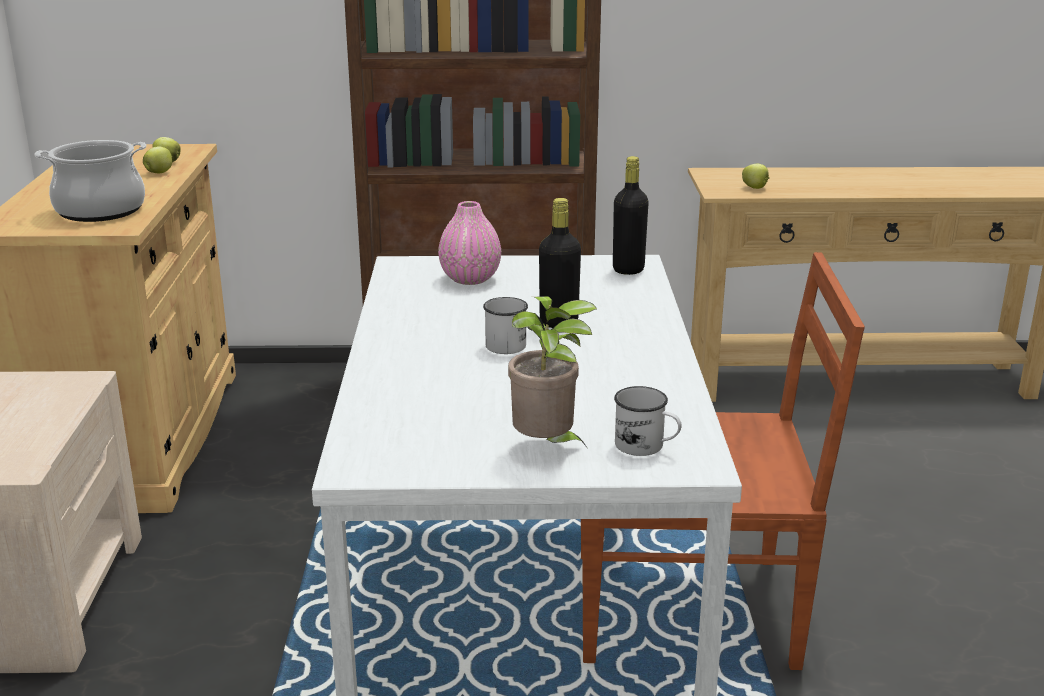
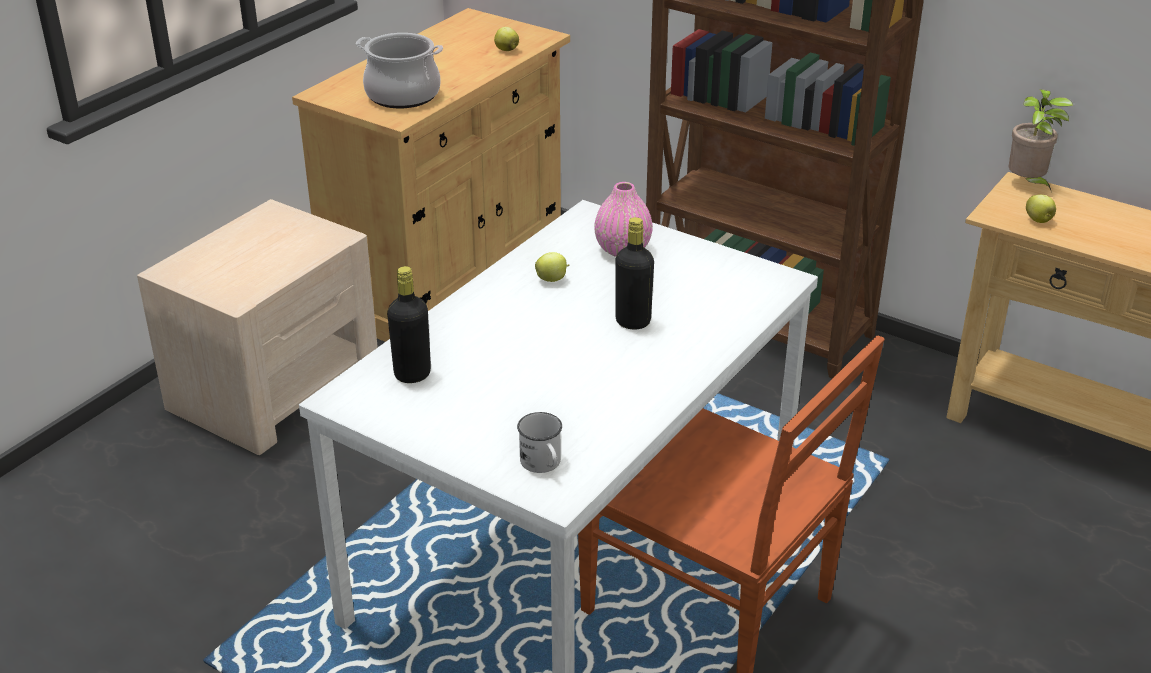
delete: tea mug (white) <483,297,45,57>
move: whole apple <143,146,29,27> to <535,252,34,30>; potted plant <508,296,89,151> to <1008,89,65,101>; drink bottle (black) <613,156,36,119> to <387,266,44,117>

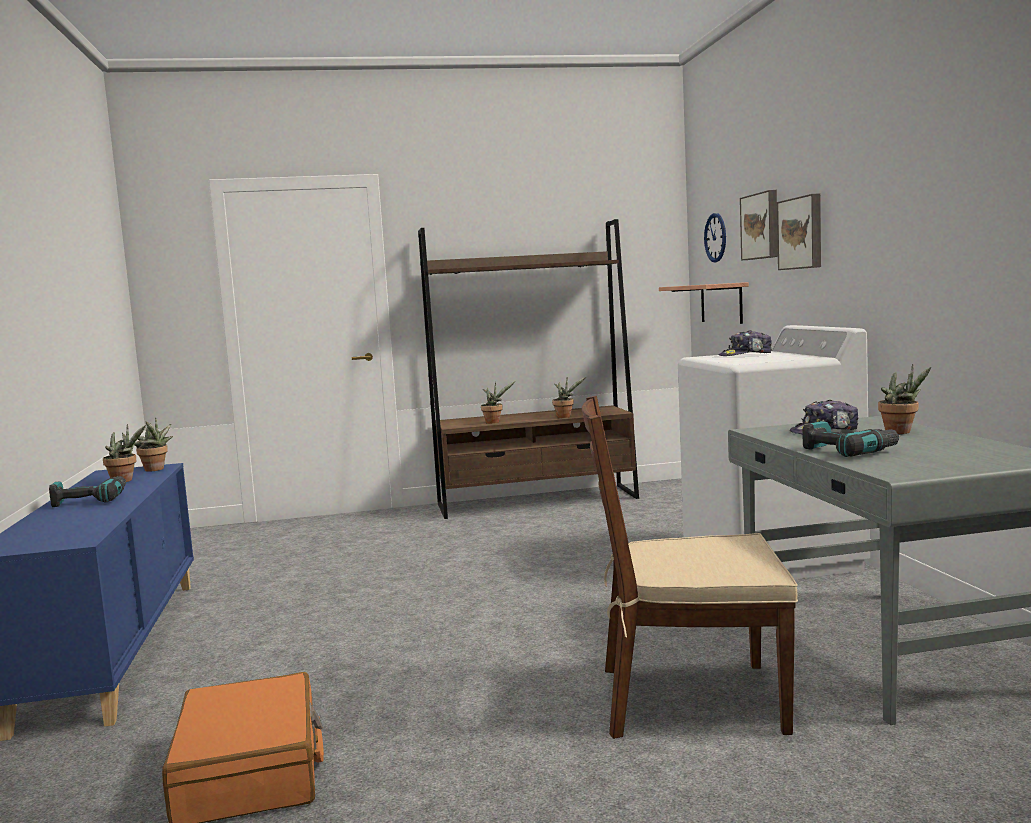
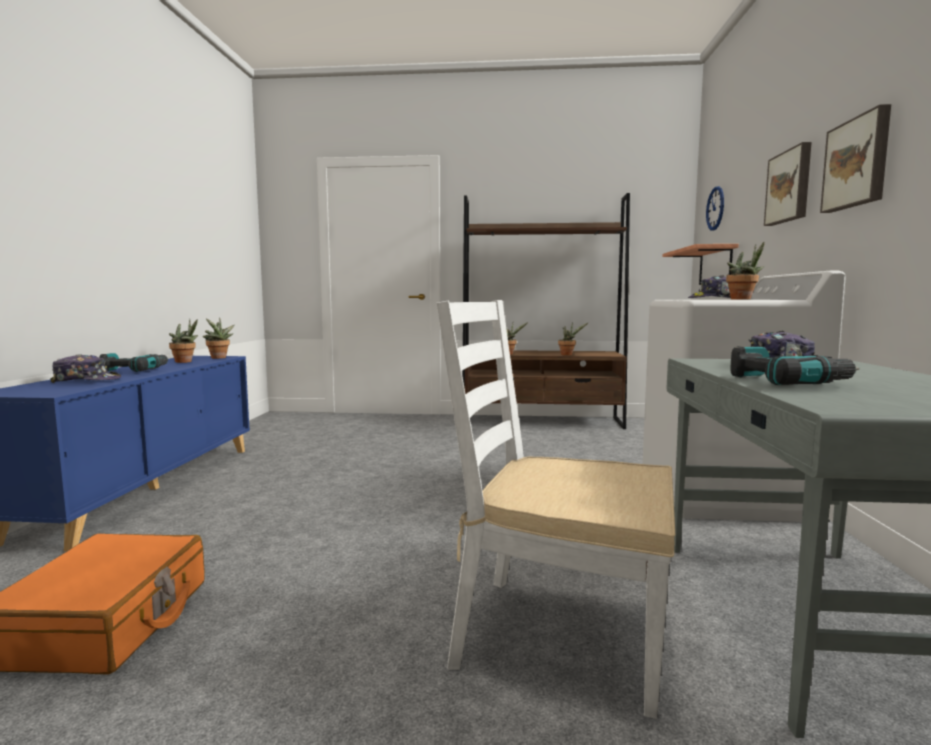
insert: cap <50,354,71,29>
move: wall picture <740,190,38,70> to <820,104,71,109>; potted plant <878,364,53,70> to <726,242,38,57>
recolor: upright chair (brown-coloured) <581,396,217,343> to upright chair (white) <436,300,239,419>

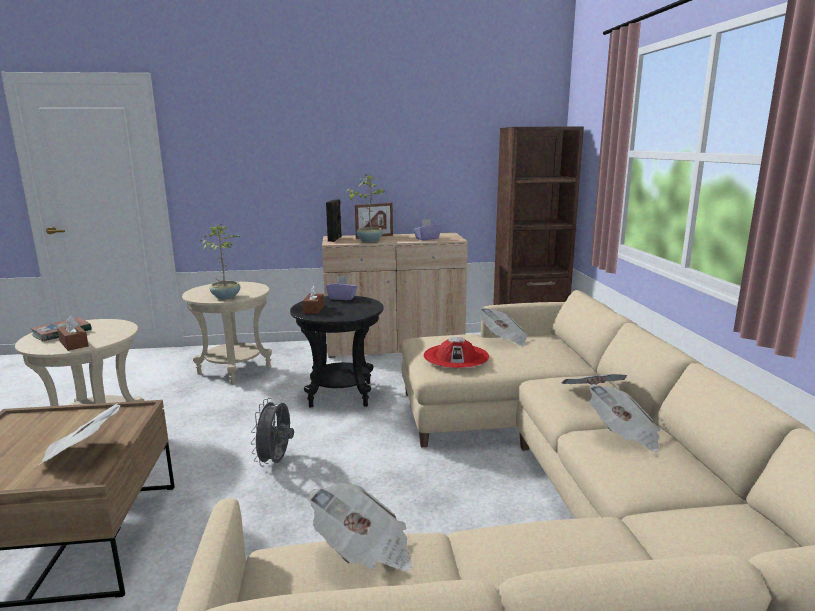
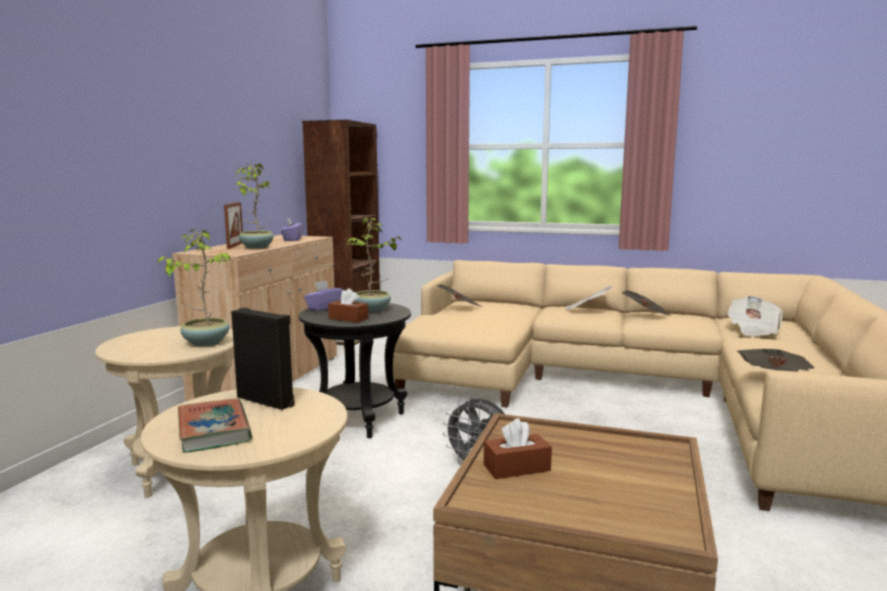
delete: clothing hat (red-coloured) <424,337,65,31>
insert: potted plant <347,218,54,94>
move: daily paper <38,403,82,62> to <727,296,56,41>; box of tissues (brown-coloured) <57,316,32,35> to <484,418,68,61>; loudspeaker (black) <326,199,16,43> to <231,307,63,103>

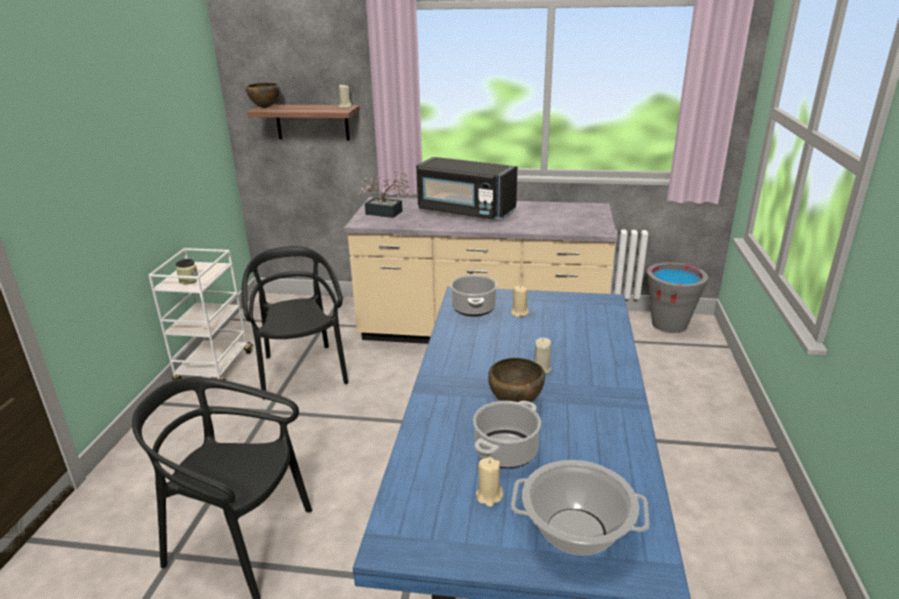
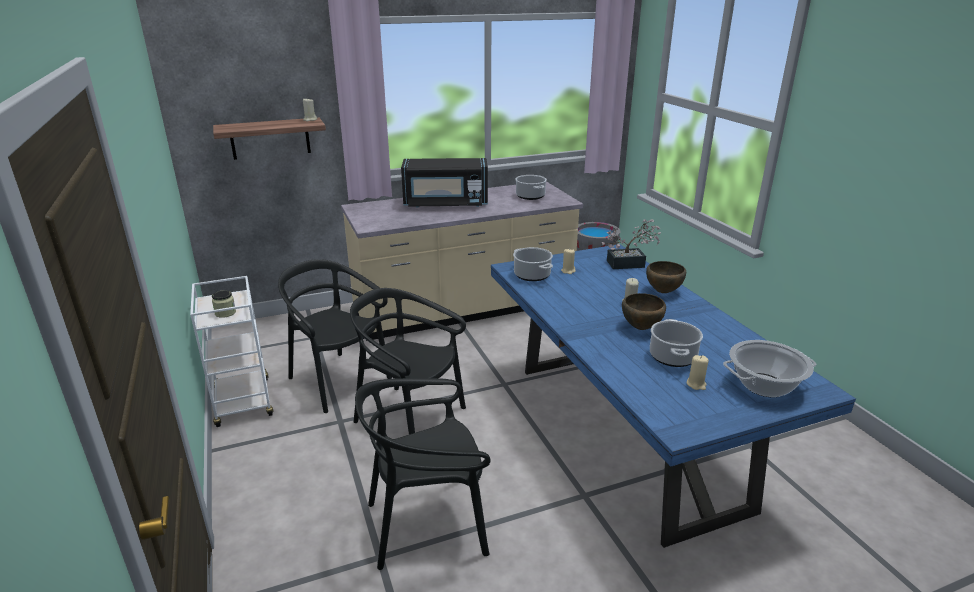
insert: upright chair (black) <350,288,116,146>; saucepot <515,175,32,25>
move: bowl (brown-coloured) <246,83,34,25> to <646,261,40,32>; potted plant <357,171,54,47> to <602,219,59,50>

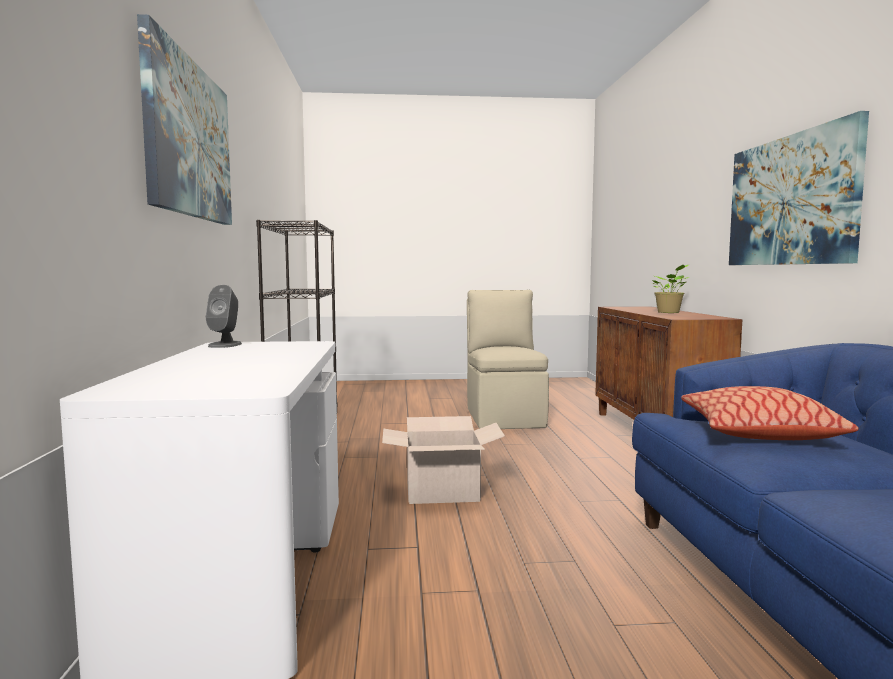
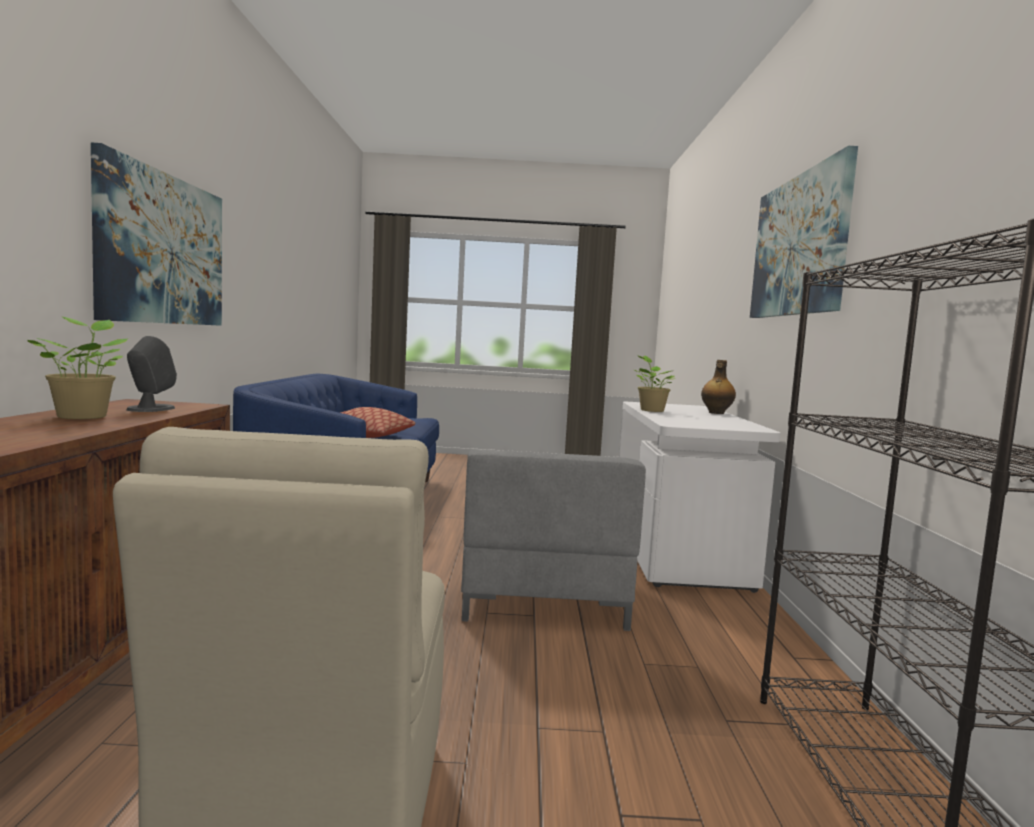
insert: potted plant <635,355,40,57>; drink bottle <701,360,35,54>
move: loudspeaker (greyish) <206,285,36,63> to <126,336,51,76>
replace: carton <382,416,123,88> to lounge chair (greyish) <461,450,185,181>

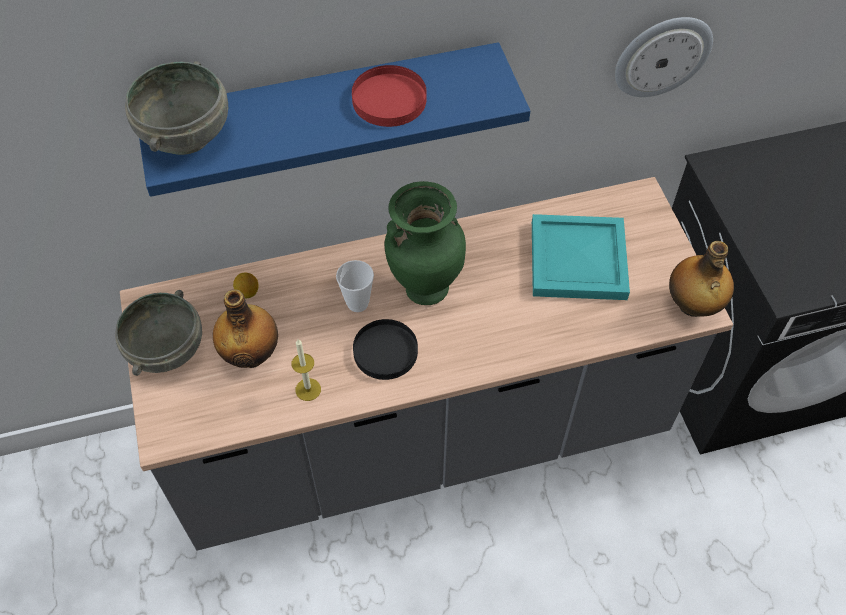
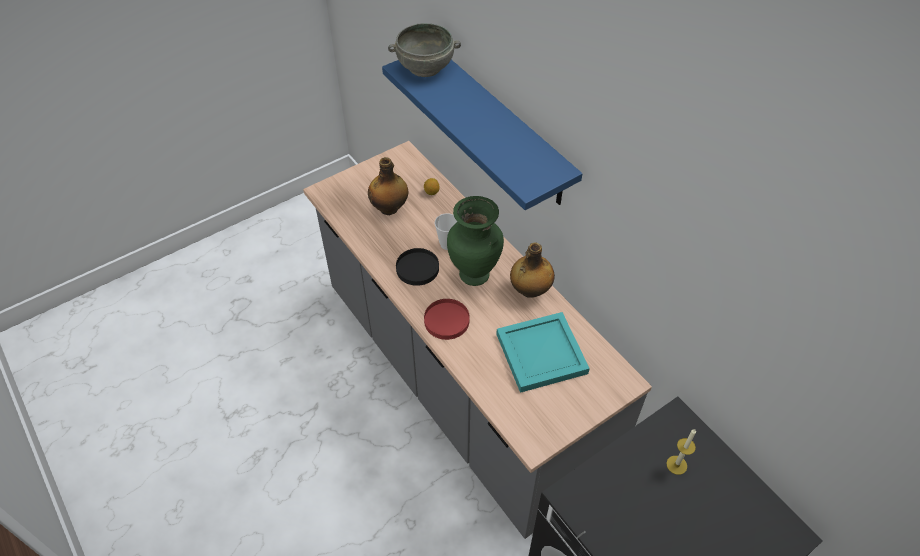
delete: bowl (greyish) <115,290,87,86>; wall clock <615,17,98,80>
move: candle <292,339,29,62> to <666,429,30,46>; flat dish (red-coloured) <352,65,74,62> to <424,299,46,41>; drink bottle <669,241,65,76> to <510,242,45,56>

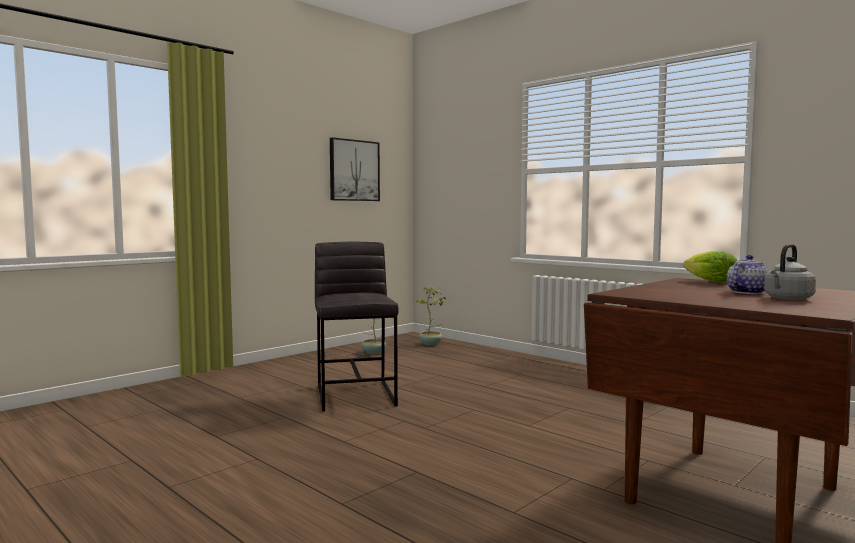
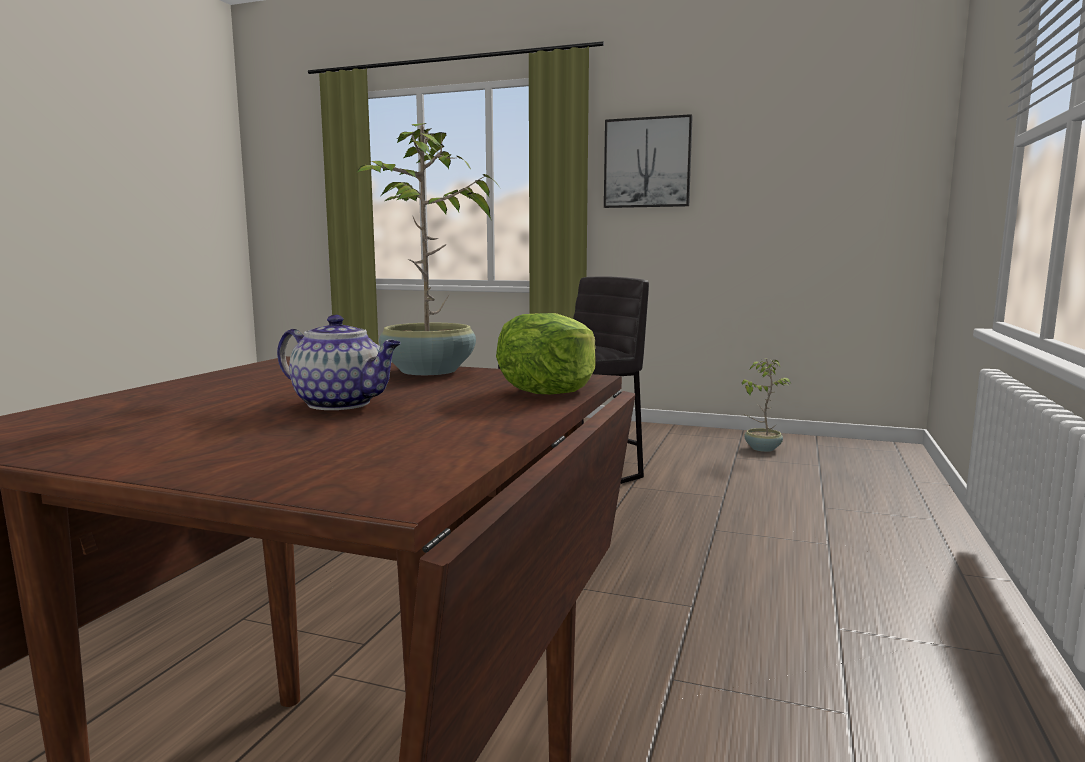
delete: kettle (greyish) <764,244,52,56>
move: wall picture <330,137,50,64> to <604,114,89,94>; potted plant <416,286,30,59> to <356,123,143,252>

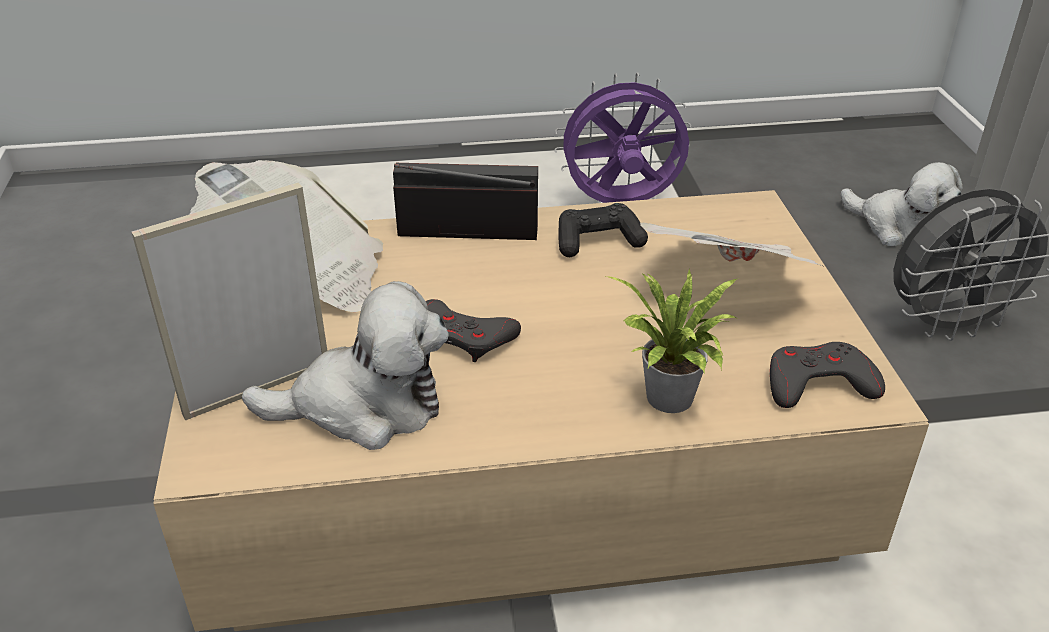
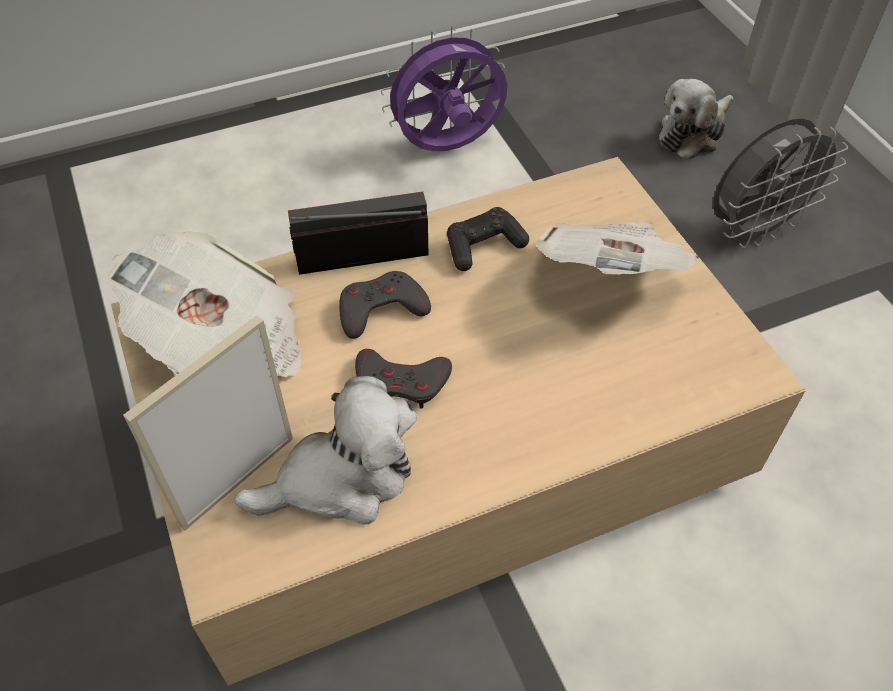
delete: potted plant <606,269,131,144>
move: game controller (greyish) <770,342,115,66> to <339,271,92,68>
rotate: plush toy <841,162,122,84> = <659,79,74,81> 105 degrees clockwise

